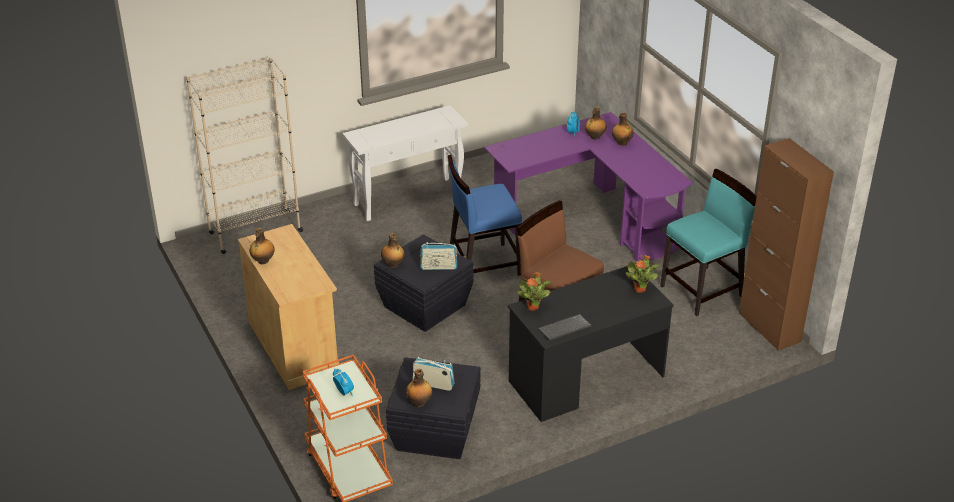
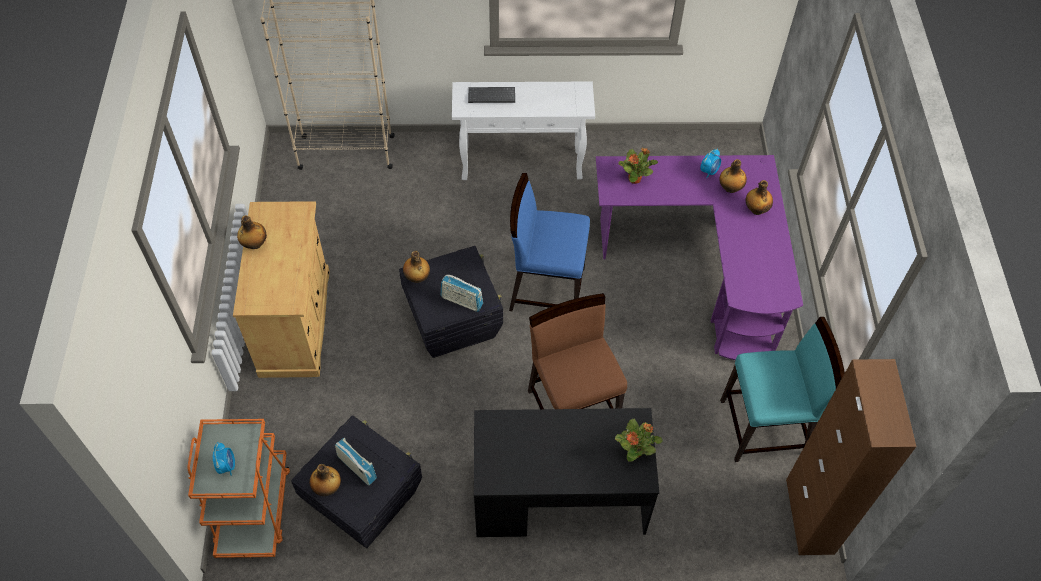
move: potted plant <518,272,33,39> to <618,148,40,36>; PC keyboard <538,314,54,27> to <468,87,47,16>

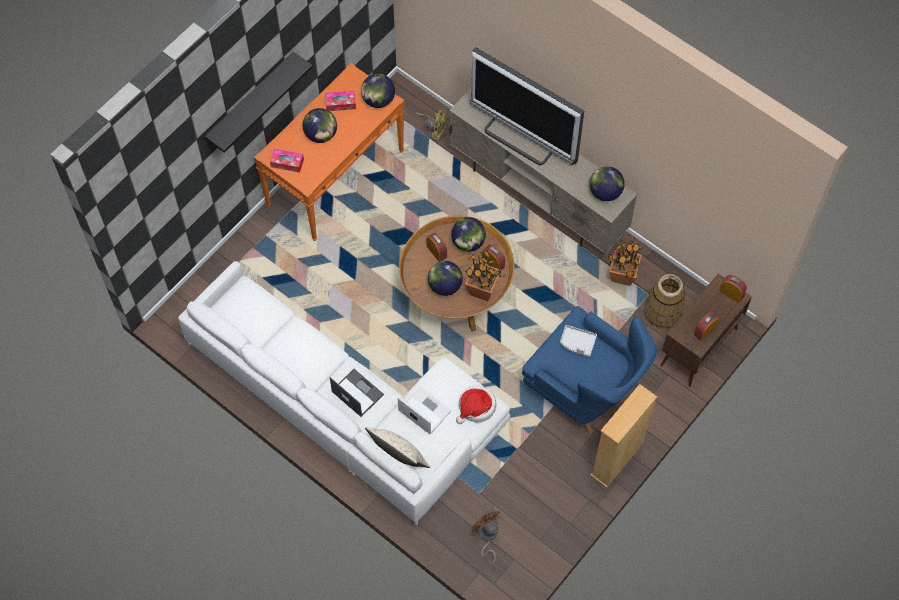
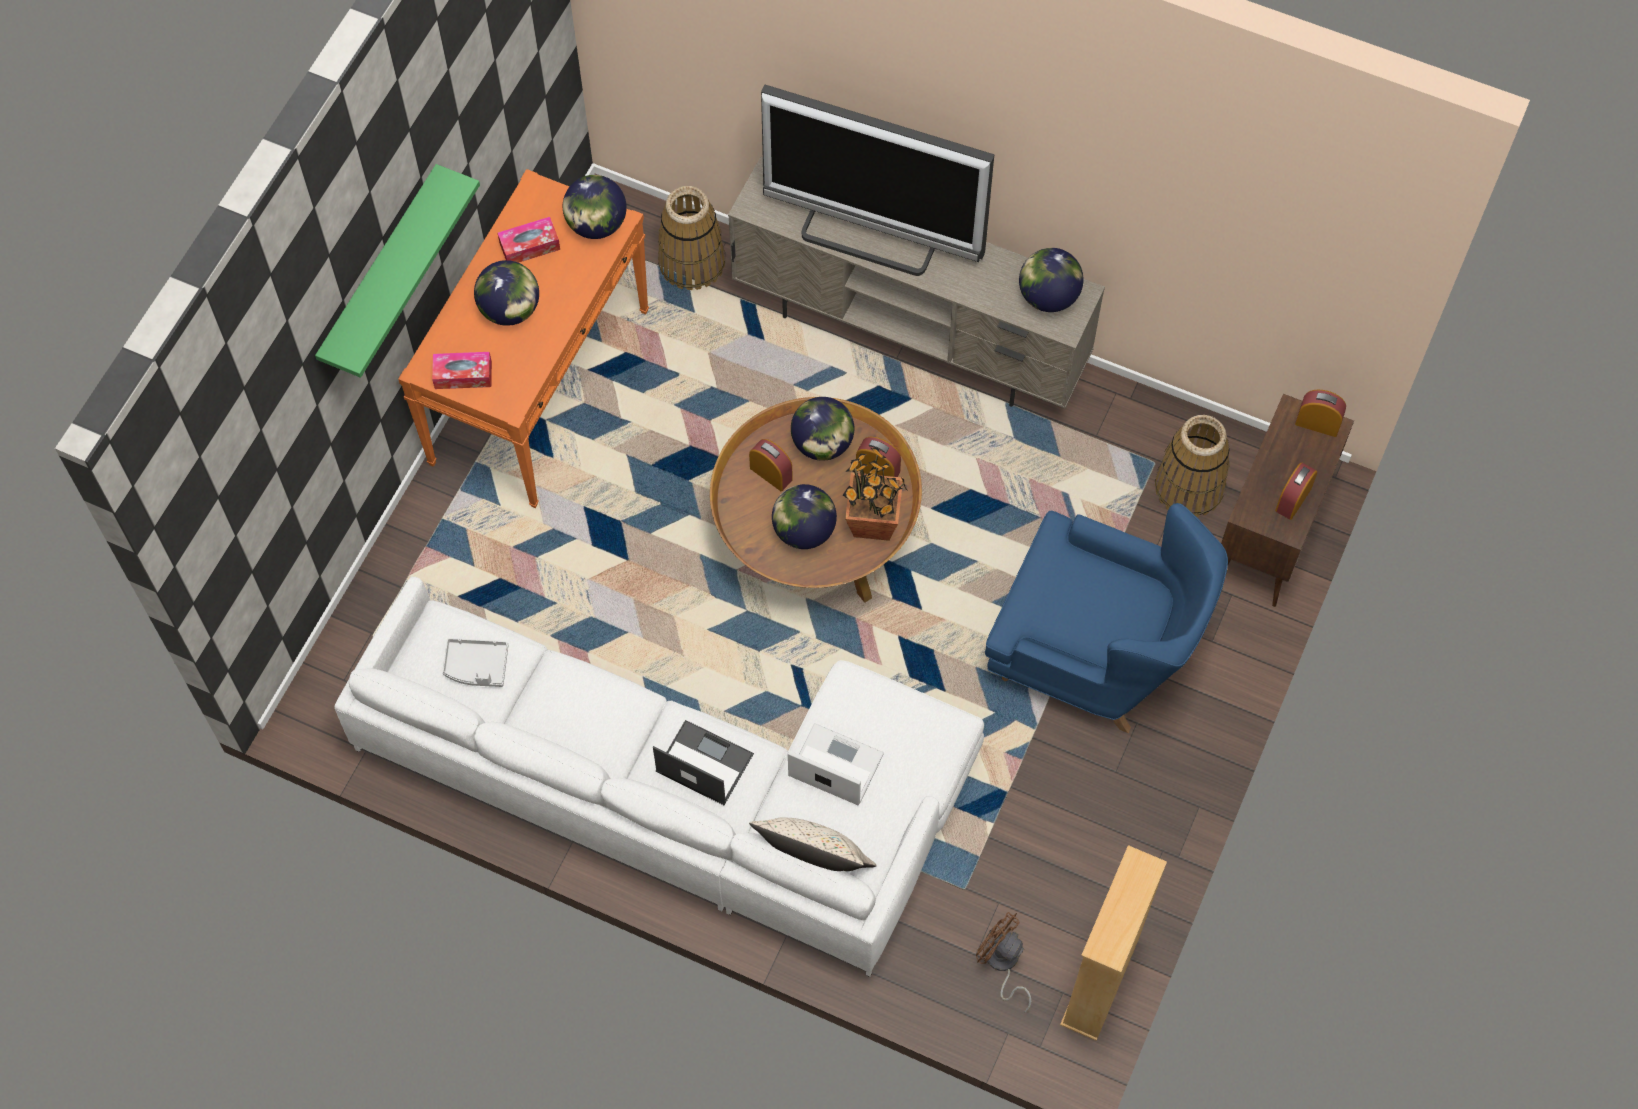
delete: clothing hat <456,385,40,39>; potted plant <608,235,35,51>
move: tray (greyish) <560,325,37,32> to <442,638,66,49>; shelving unit (sand-coloured) <590,384,67,104> to <1060,845,107,196>
replace: fan (yellow) <415,110,32,30> to basket <658,186,67,104>
recolor: wall shelf (black) <205,52,108,101> to wall shelf (green) <315,164,165,214>

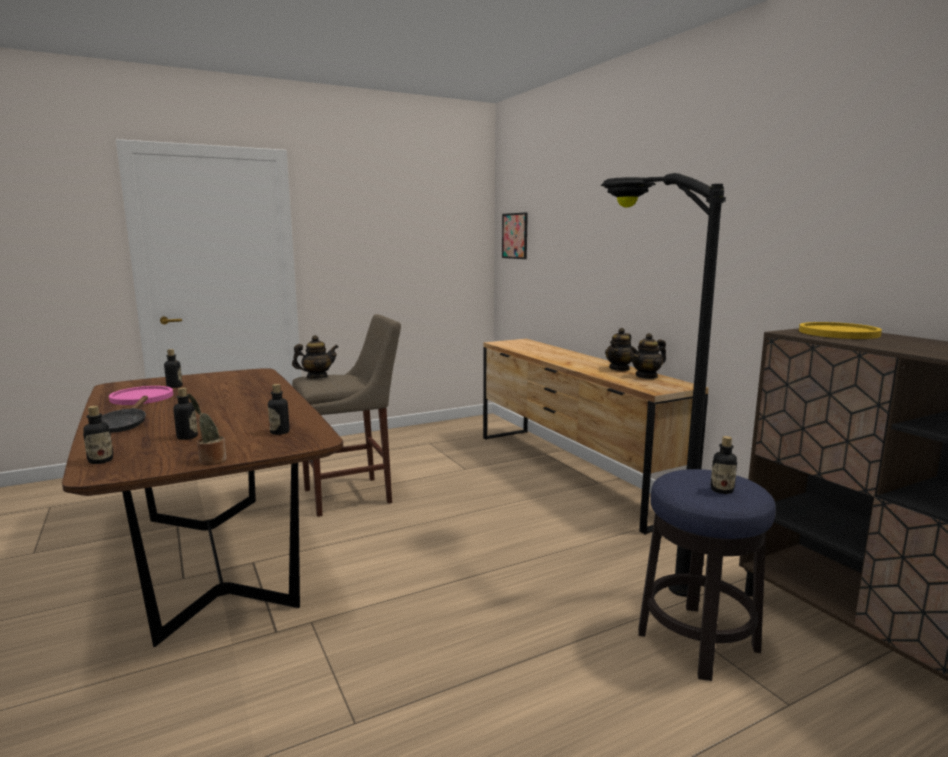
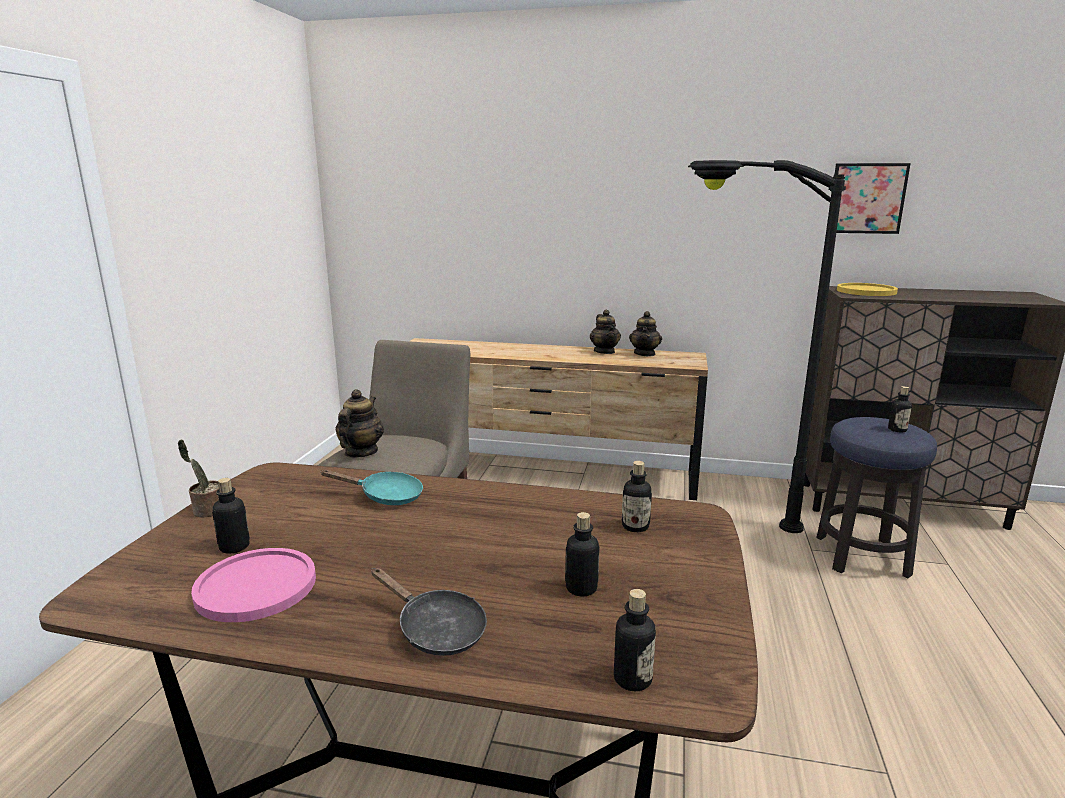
insert: pan (blue-green) <320,470,103,35>
move: potted plant <188,394,39,71> to <178,439,41,79>; wall picture <502,212,26,47> to <834,163,77,71>

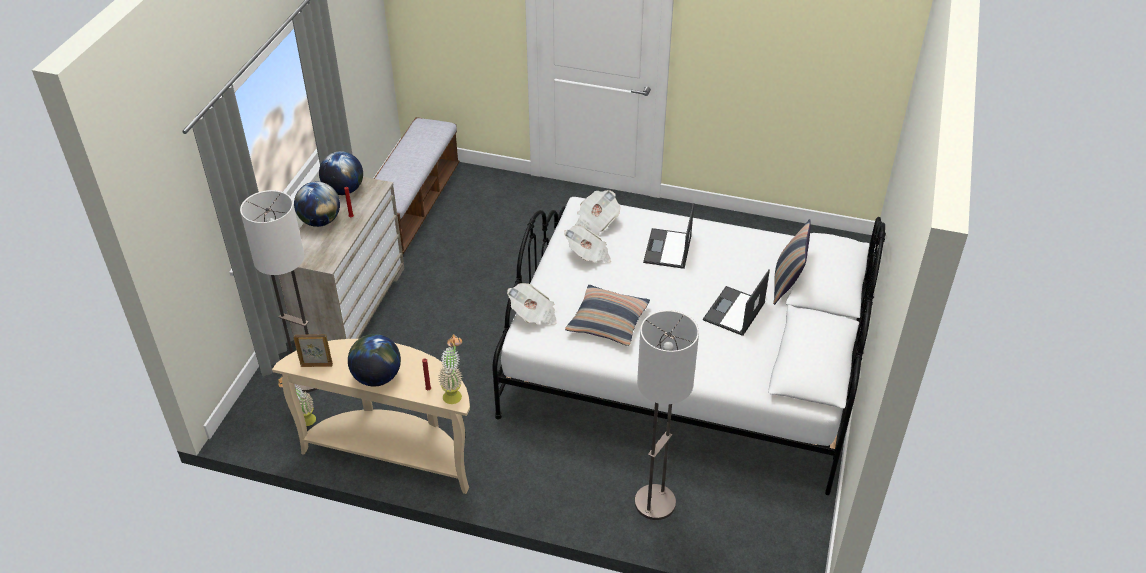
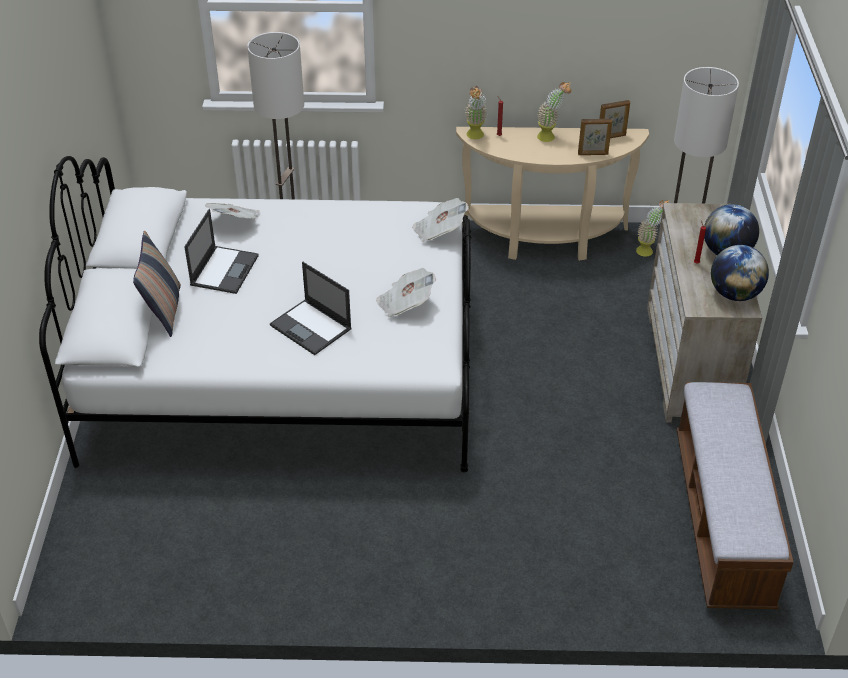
delete: throw pillow <565,285,85,61>
insert: picture frame <578,119,34,36>
move: daily paper <574,190,46,45> to <205,203,55,16>
replace: desk globe <348,334,53,52> to potted plant <537,82,35,60>
rotate: laptop <643,203,51,66> = <270,262,82,93> 135 degrees clockwise

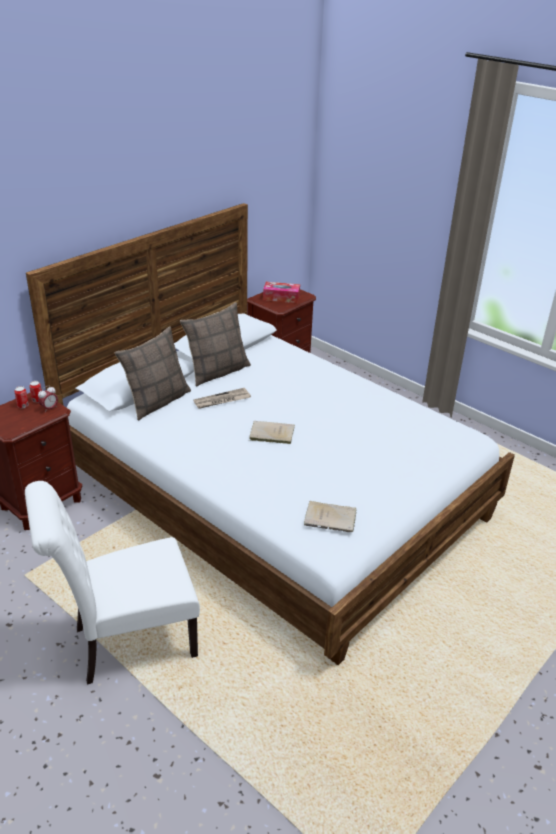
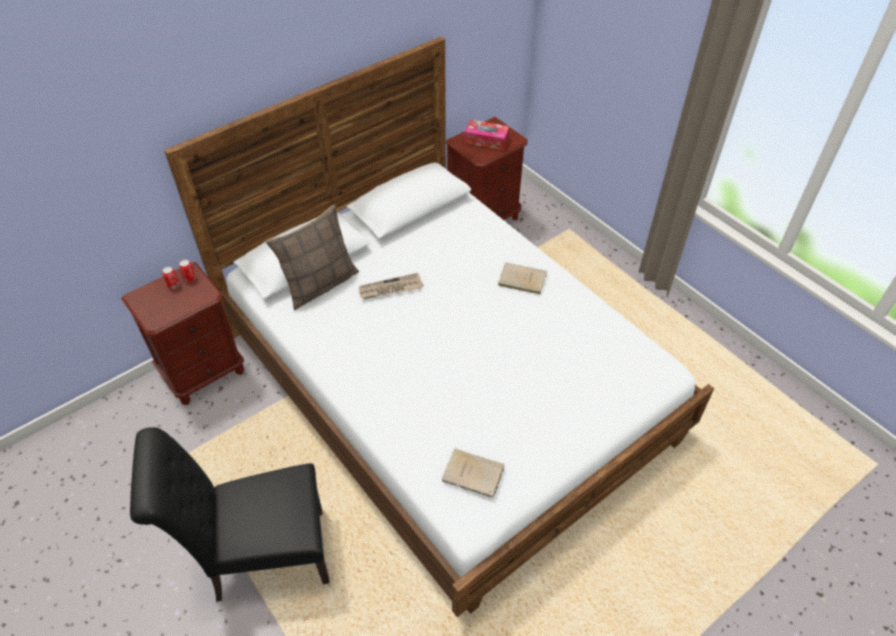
delete: bedside clock <38,386,20,24>; throw pillow <180,302,71,85>
move: bound book (sand-coloured) <249,421,46,23> to <498,262,49,32>
recolor: upright chair (white) <25,481,175,204> to upright chair (black) <130,427,200,175>

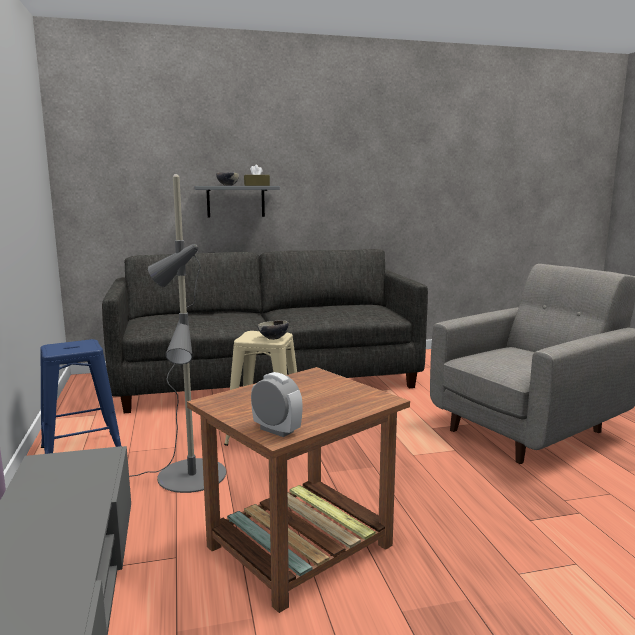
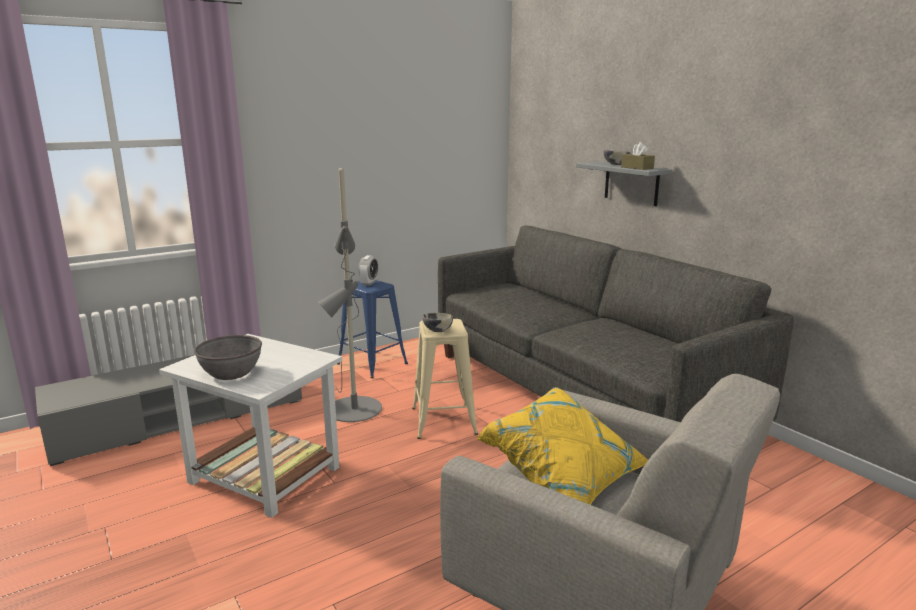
insert: bowl (greyish) <194,335,68,45>; throw pillow (yellow) <476,387,172,118>
move: bedside clock <251,372,52,65> to <359,255,19,31>
recolor: accent table (brown-coloured) <187,367,223,246> to accent table (white) <159,334,183,184>

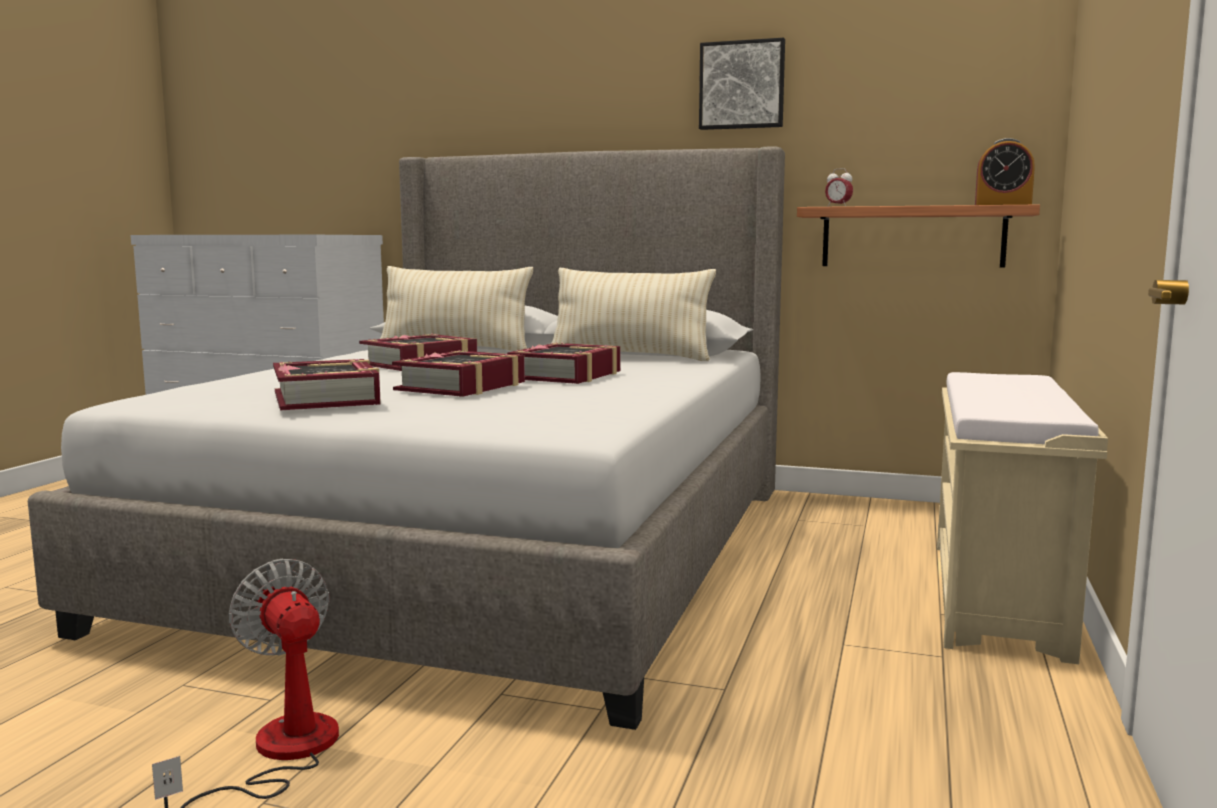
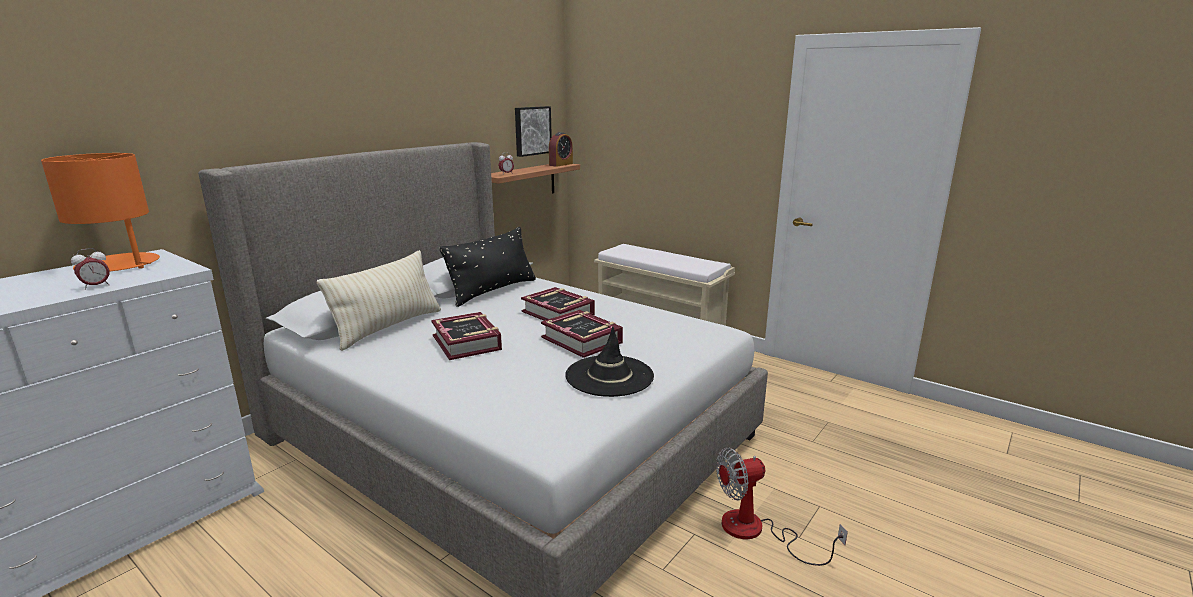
insert: lamp for a table (orangey) <41,153,119,118>; bedside clock <71,248,39,42>
move: wall picture <699,38,86,92> to <515,106,37,51>
replace: bound book <273,359,107,51> to clothing hat (black) <565,327,89,70>
recolor: throw pillow (sand-coloured) <552,268,164,93> to throw pillow (black) <440,227,96,80>

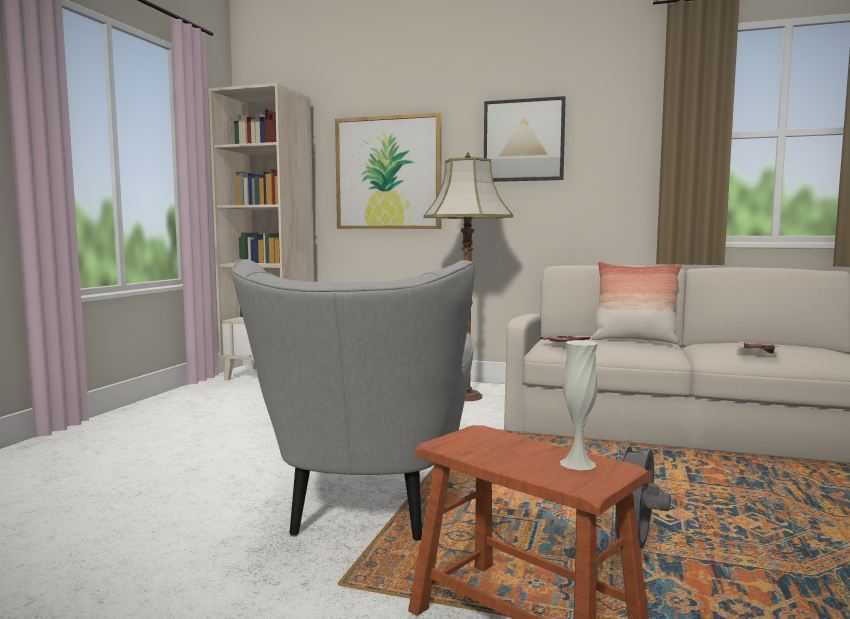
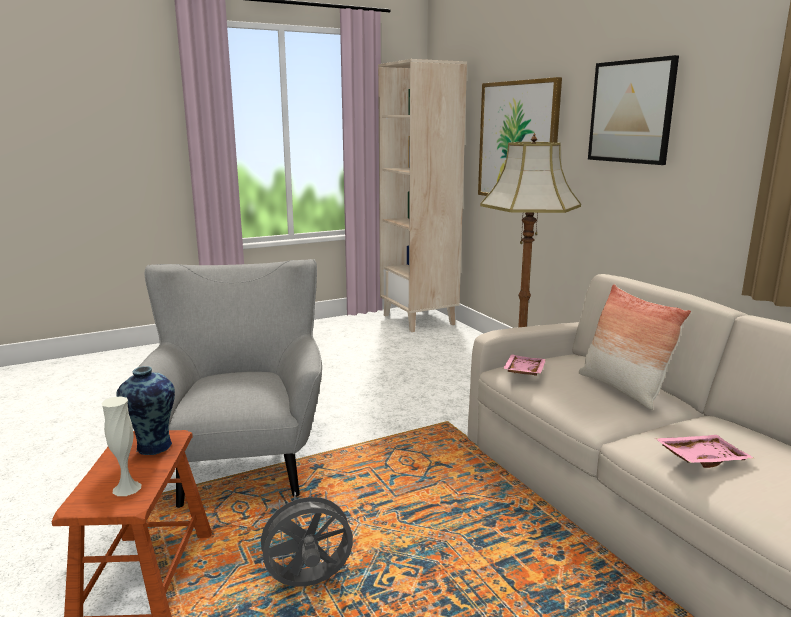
insert: flower vase <116,366,59,89>
rotate: lounge chair (greyish) <232,259,243,282> = <132,259,190,249> 120 degrees clockwise

